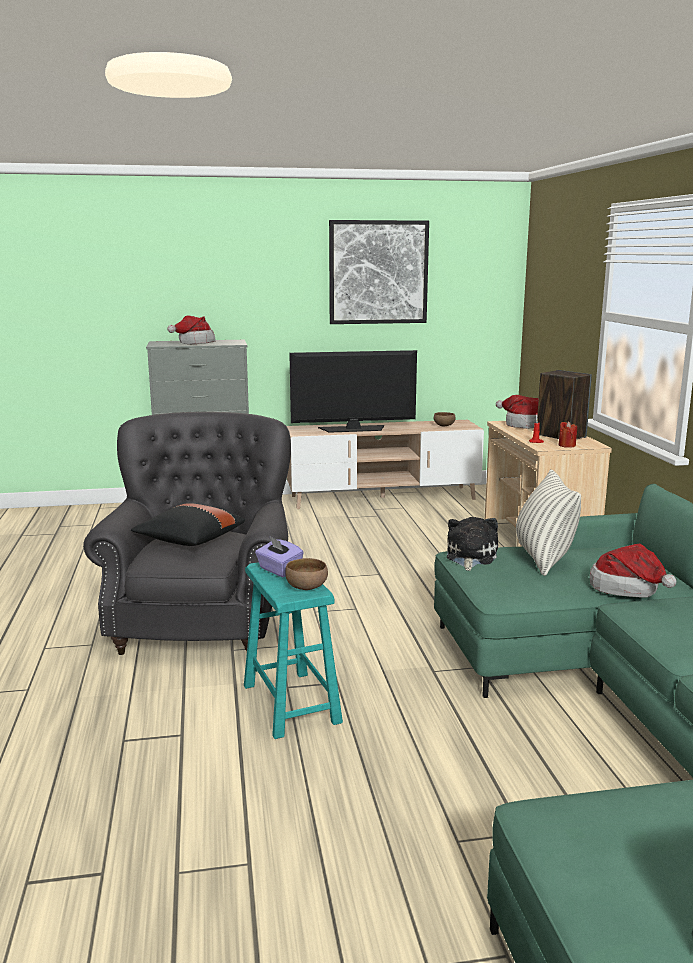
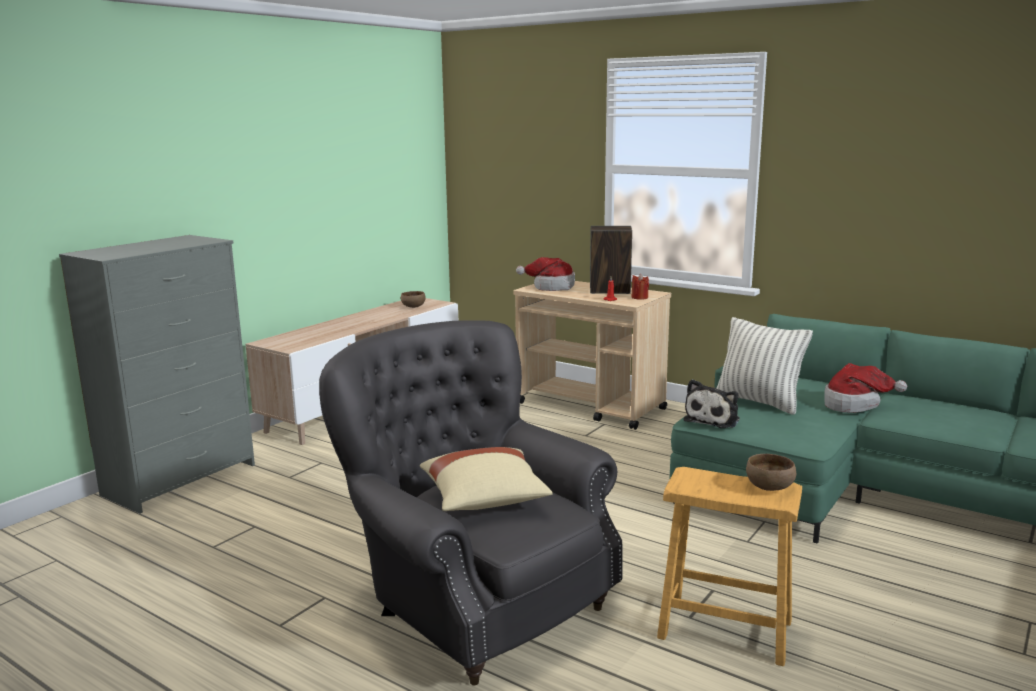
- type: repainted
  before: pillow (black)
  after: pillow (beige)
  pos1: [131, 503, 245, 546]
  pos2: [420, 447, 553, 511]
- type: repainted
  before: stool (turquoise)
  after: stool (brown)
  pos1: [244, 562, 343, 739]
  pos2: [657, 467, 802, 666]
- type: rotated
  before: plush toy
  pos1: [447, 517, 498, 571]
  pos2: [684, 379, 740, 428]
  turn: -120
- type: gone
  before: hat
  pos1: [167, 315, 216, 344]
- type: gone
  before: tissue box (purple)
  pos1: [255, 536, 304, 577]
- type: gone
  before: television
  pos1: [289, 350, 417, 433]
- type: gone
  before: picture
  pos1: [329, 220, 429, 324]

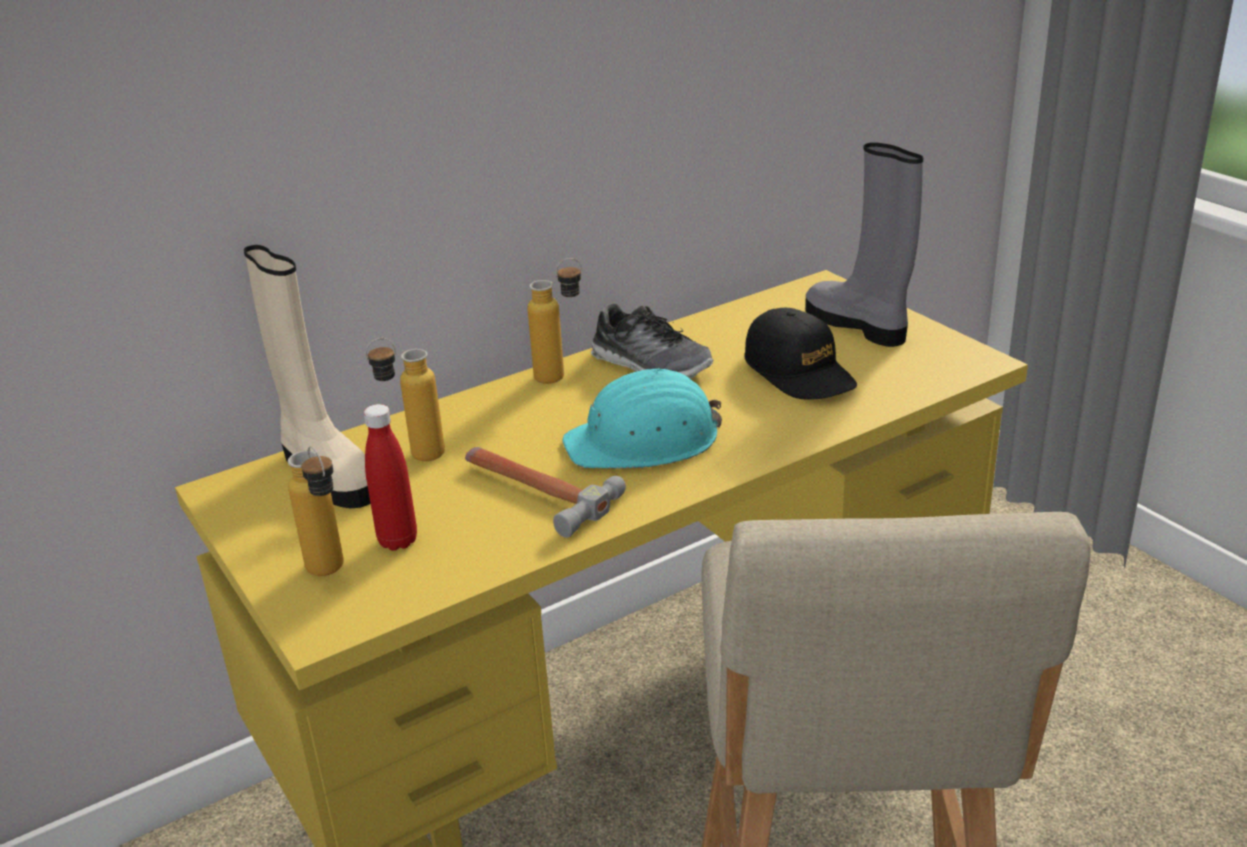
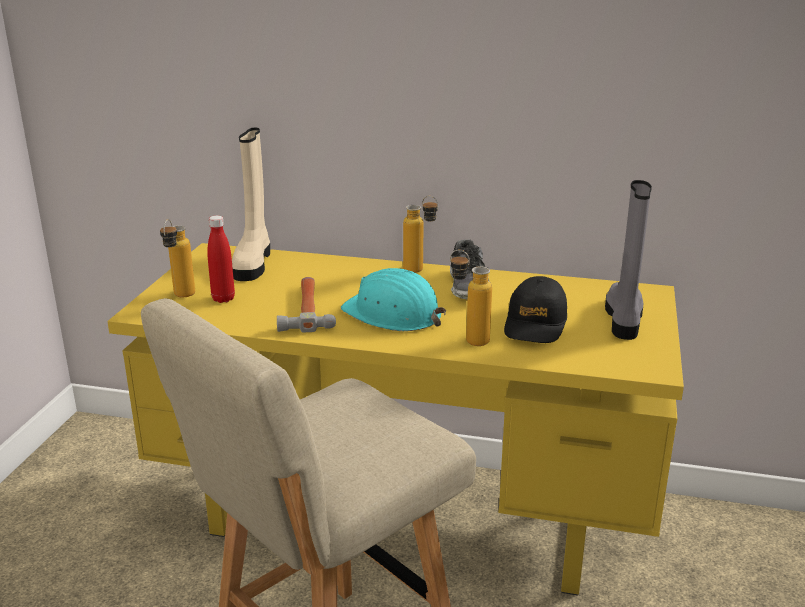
- type: shifted
  before: bottle
  pos1: [365, 338, 445, 461]
  pos2: [450, 250, 492, 346]

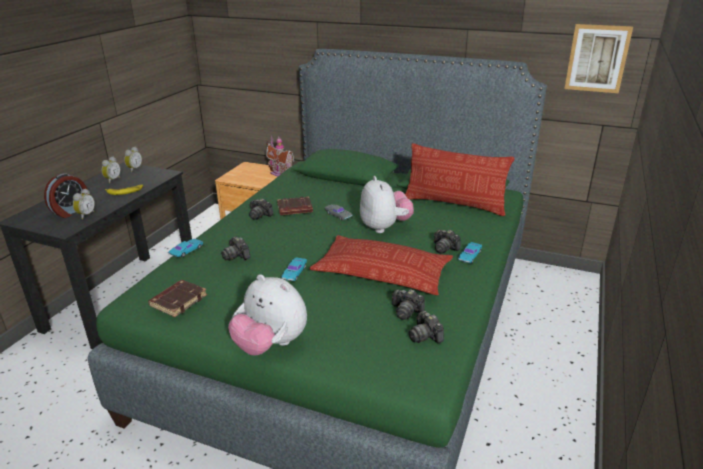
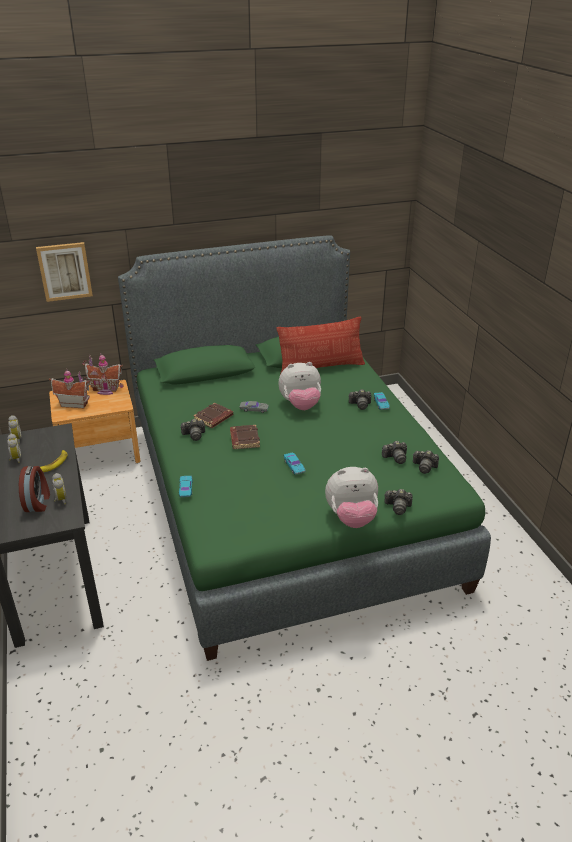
- type: shifted
  before: picture
  pos1: [564, 24, 633, 93]
  pos2: [36, 242, 93, 302]
- type: new
  after: toy house
  pos2: [49, 369, 90, 408]
- type: shifted
  before: book (brown)
  pos1: [148, 280, 207, 317]
  pos2: [230, 425, 260, 449]
- type: rotated
  before: plush toy
  pos1: [360, 176, 414, 233]
  pos2: [278, 362, 321, 410]
  turn: 135
- type: shifted
  before: photo camera
  pos1: [221, 236, 250, 261]
  pos2: [384, 489, 413, 515]
- type: gone
  before: pillow
  pos1: [309, 235, 453, 295]

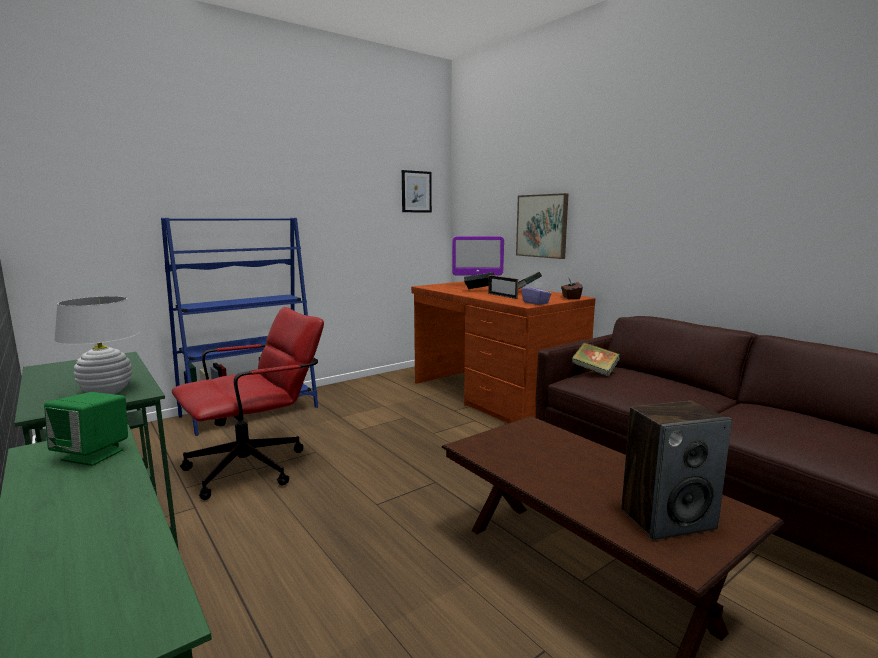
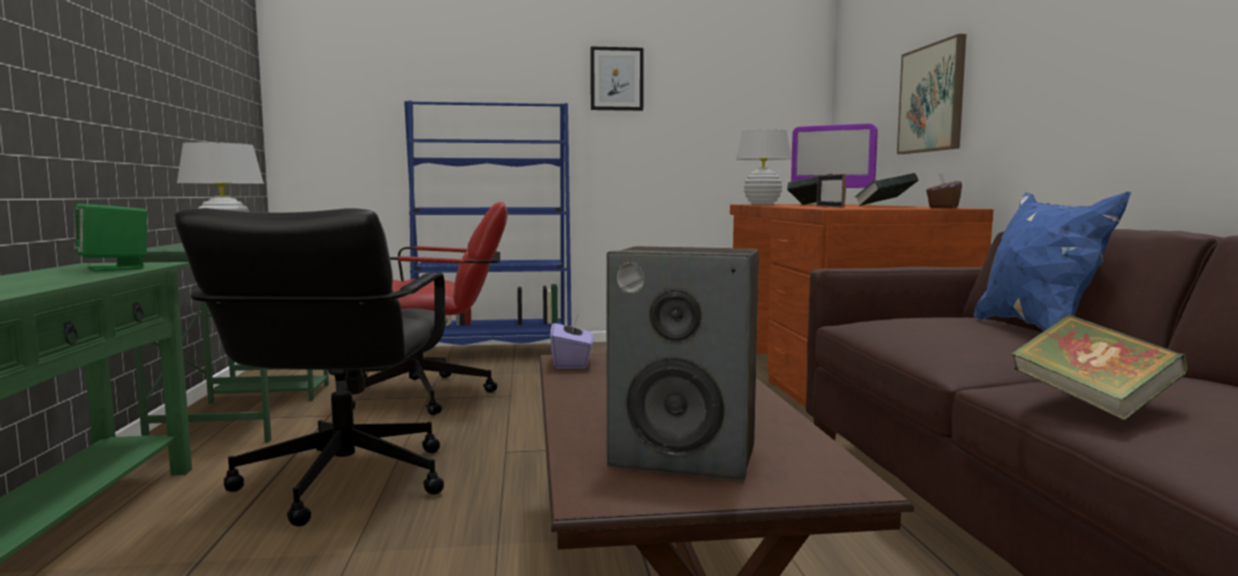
- type: new
  after: office chair (black)
  pos2: [174, 208, 448, 527]
- type: shifted
  before: tissue box (purple)
  pos1: [521, 281, 552, 305]
  pos2: [550, 313, 593, 369]
- type: shifted
  before: picture
  pos1: [402, 170, 432, 213]
  pos2: [590, 46, 644, 111]
- type: new
  after: table lamp (white)
  pos2: [736, 129, 792, 205]
- type: new
  after: pillow (blue)
  pos2: [974, 192, 1131, 331]
- type: shifted
  before: book
  pos1: [572, 342, 620, 377]
  pos2: [1012, 315, 1188, 421]

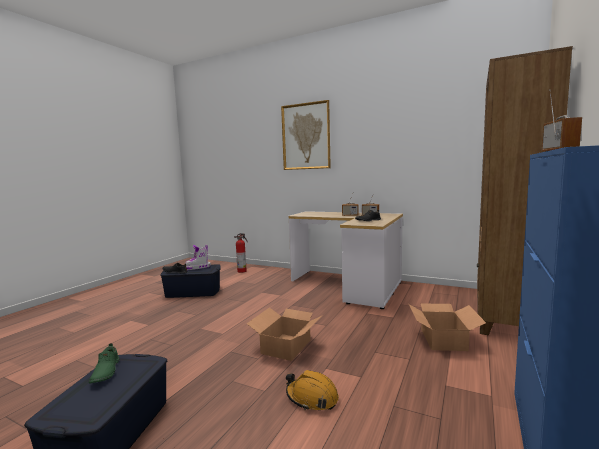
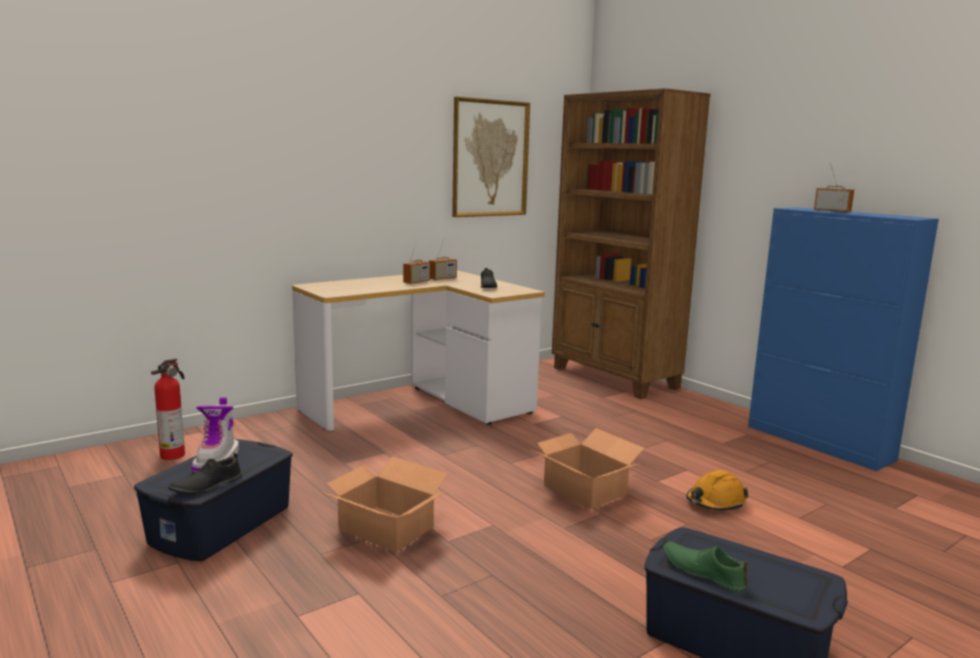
- type: shifted
  before: cardboard box
  pos1: [409, 304, 486, 351]
  pos2: [321, 456, 448, 552]
- type: shifted
  before: picture
  pos1: [281, 100, 331, 170]
  pos2: [452, 97, 530, 217]
- type: rotated
  before: shoe (green)
  pos1: [88, 343, 120, 383]
  pos2: [663, 542, 748, 592]
  turn: -150

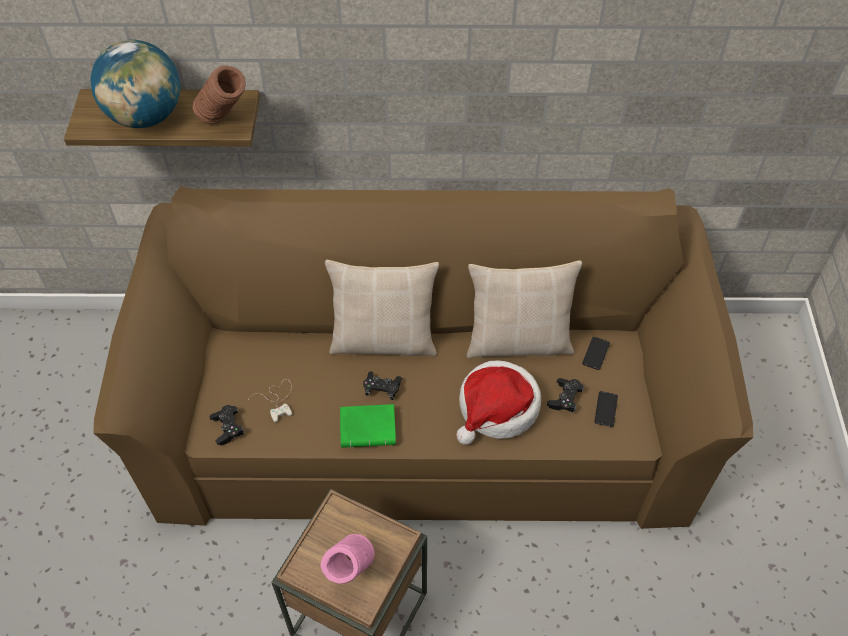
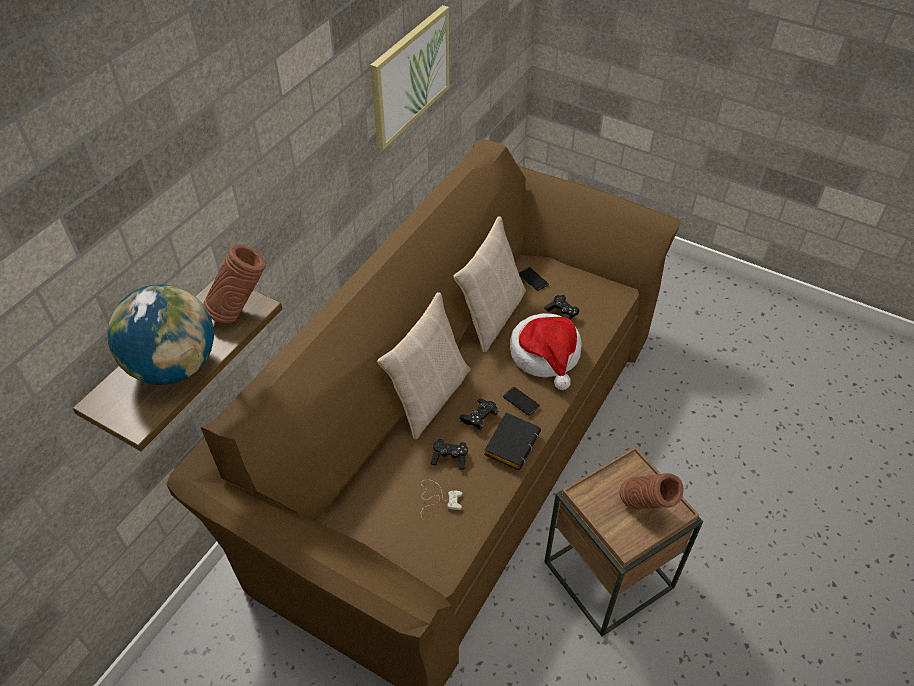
- type: new
  after: picture
  pos2: [370, 5, 449, 150]
- type: shifted
  before: game controller (black)
  pos1: [210, 405, 244, 445]
  pos2: [431, 439, 468, 470]
- type: repainted
  before: book (green)
  after: book (black)
  pos1: [340, 404, 396, 448]
  pos2: [484, 413, 541, 470]
- type: shifted
  before: phone
  pos1: [594, 391, 618, 427]
  pos2: [503, 387, 540, 416]
- type: repainted
  before: vase (pink)
  after: vase (brown)
  pos1: [321, 534, 375, 584]
  pos2: [620, 473, 684, 509]

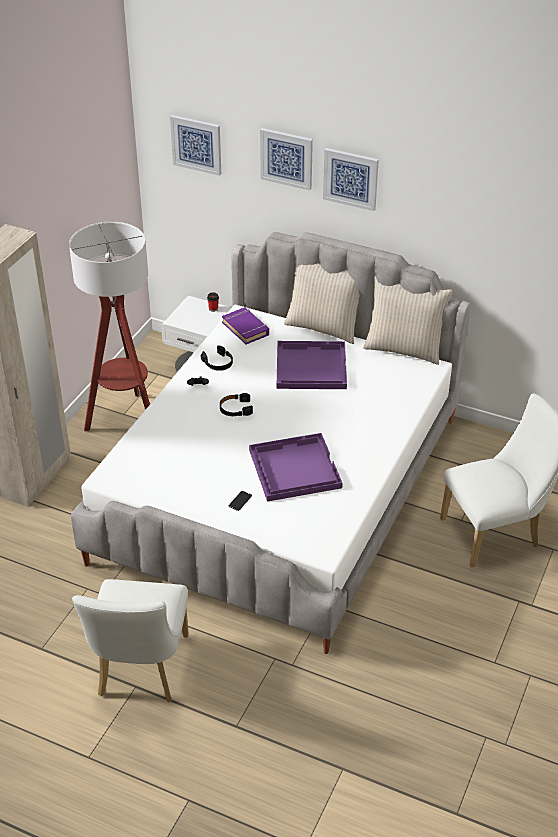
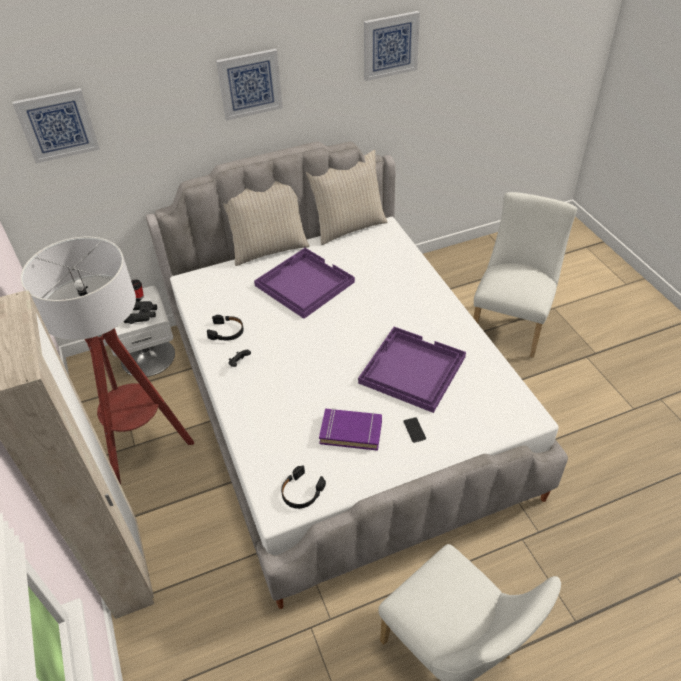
- type: new
  after: binoculars (black)
  pos2: [124, 298, 157, 324]
- type: shifted
  before: headphones (black)
  pos1: [220, 393, 253, 416]
  pos2: [281, 465, 326, 509]
- type: shifted
  before: book (purple)
  pos1: [222, 307, 269, 344]
  pos2: [319, 408, 382, 451]
- type: shifted
  before: picture
  pos1: [260, 128, 313, 191]
  pos2: [364, 11, 420, 81]

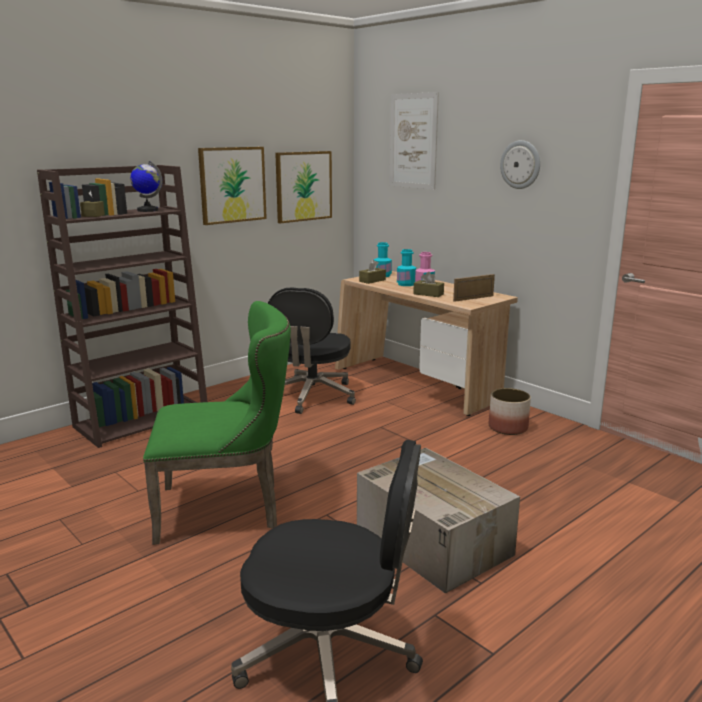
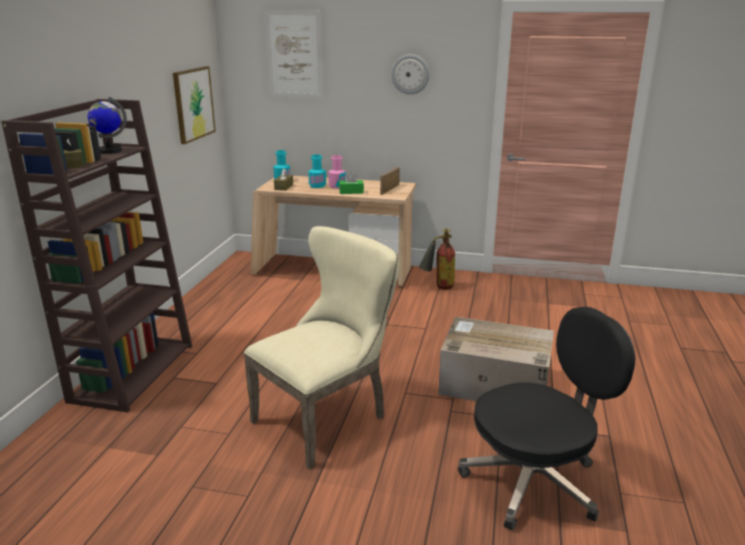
- type: repainted
  before: chair (green)
  after: chair (beige)
  pos1: [143, 301, 291, 545]
  pos2: [244, 226, 399, 469]
- type: repainted
  before: tissue box (brown)
  after: tissue box (green)
  pos1: [413, 272, 444, 297]
  pos2: [339, 173, 364, 194]
- type: swapped
  before: planter
  after: fire extinguisher
  pos1: [489, 388, 531, 435]
  pos2: [419, 229, 455, 290]
- type: gone
  before: picture
  pos1: [198, 147, 267, 225]
- type: gone
  before: office chair (black)
  pos1: [268, 287, 356, 414]

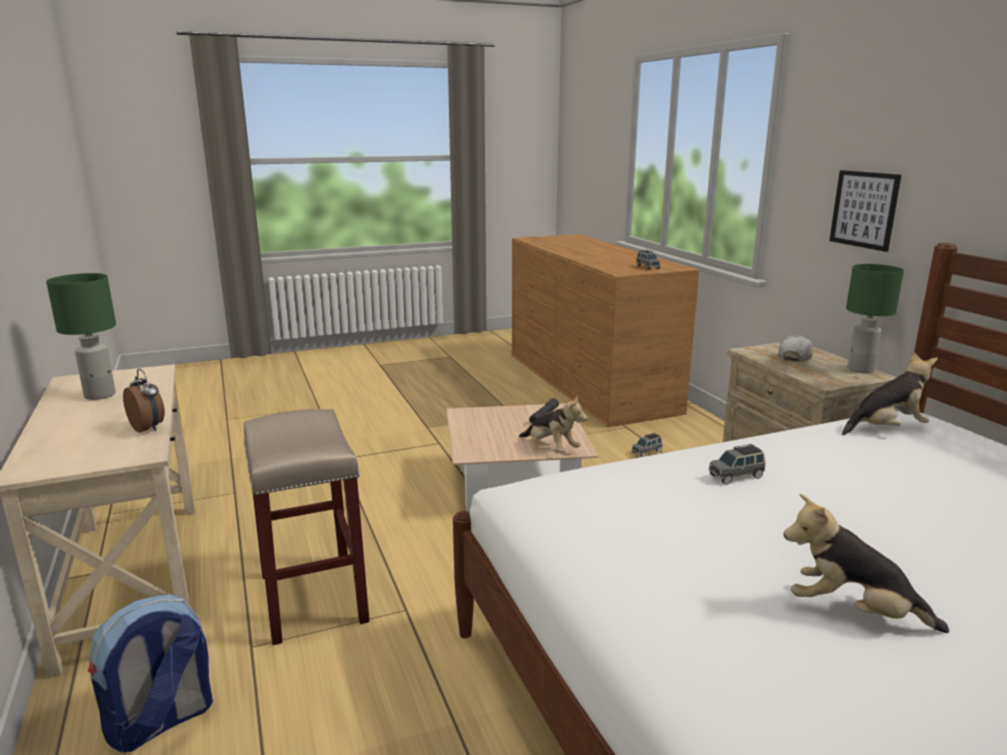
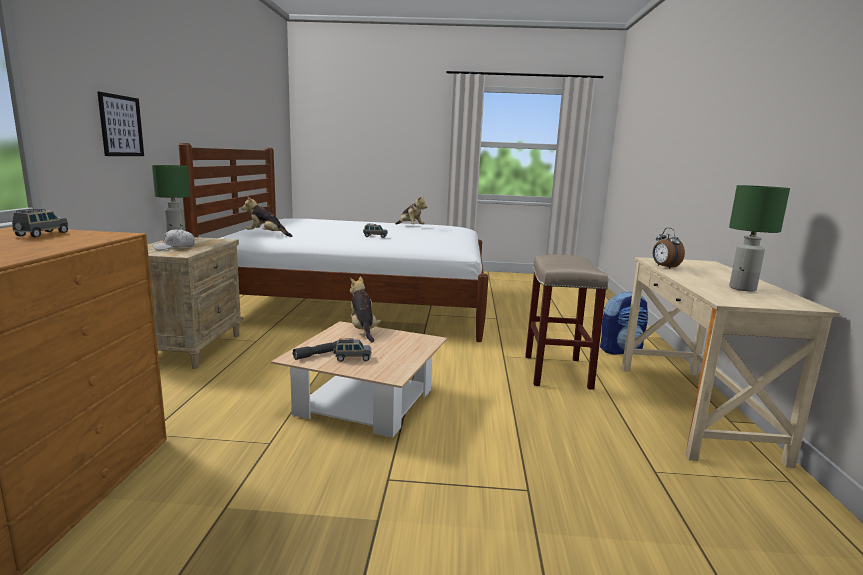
- type: shifted
  before: toy car (grey)
  pos1: [632, 433, 662, 457]
  pos2: [334, 338, 371, 362]

